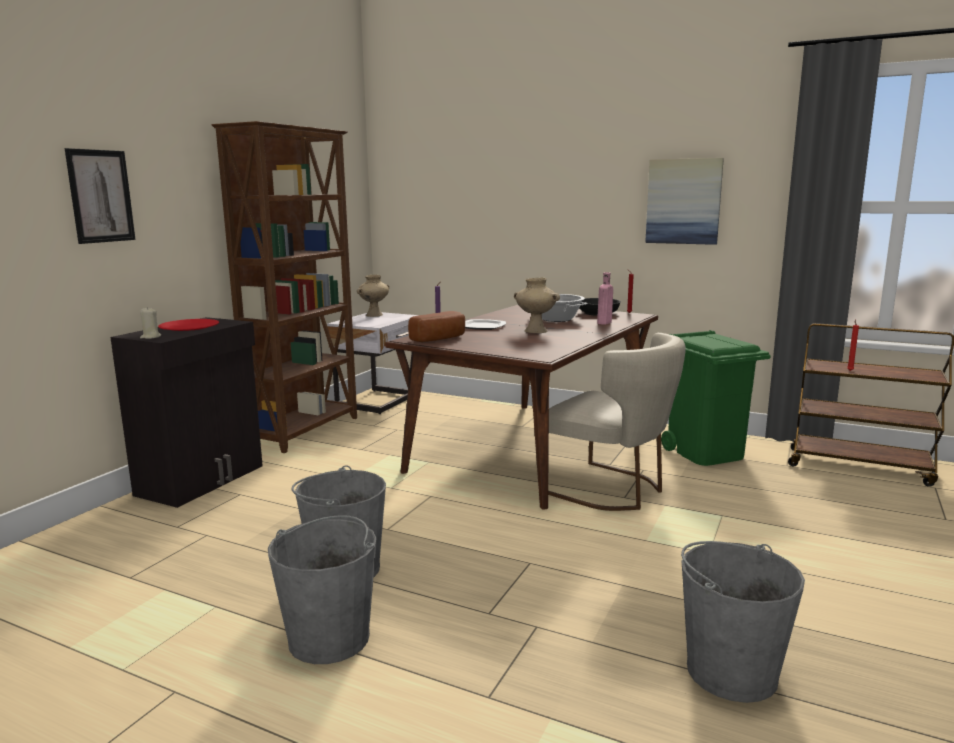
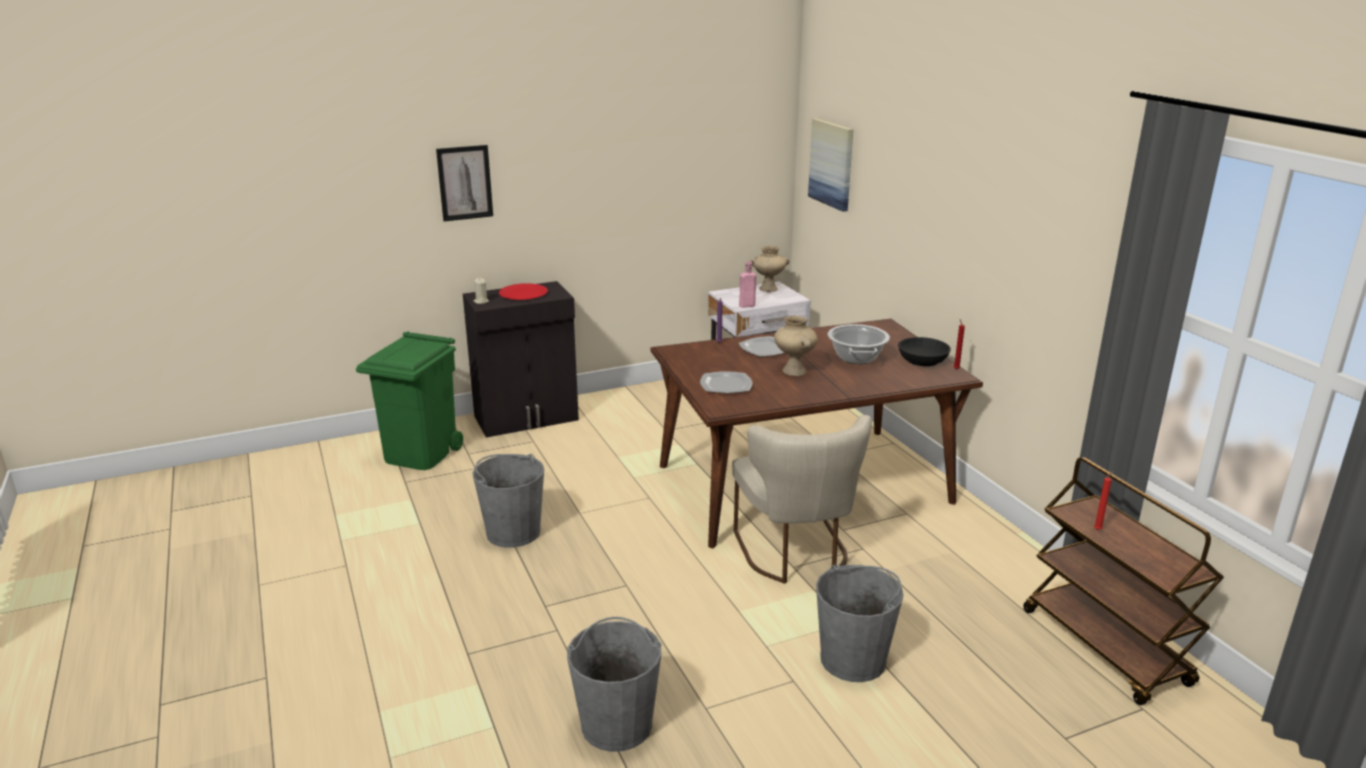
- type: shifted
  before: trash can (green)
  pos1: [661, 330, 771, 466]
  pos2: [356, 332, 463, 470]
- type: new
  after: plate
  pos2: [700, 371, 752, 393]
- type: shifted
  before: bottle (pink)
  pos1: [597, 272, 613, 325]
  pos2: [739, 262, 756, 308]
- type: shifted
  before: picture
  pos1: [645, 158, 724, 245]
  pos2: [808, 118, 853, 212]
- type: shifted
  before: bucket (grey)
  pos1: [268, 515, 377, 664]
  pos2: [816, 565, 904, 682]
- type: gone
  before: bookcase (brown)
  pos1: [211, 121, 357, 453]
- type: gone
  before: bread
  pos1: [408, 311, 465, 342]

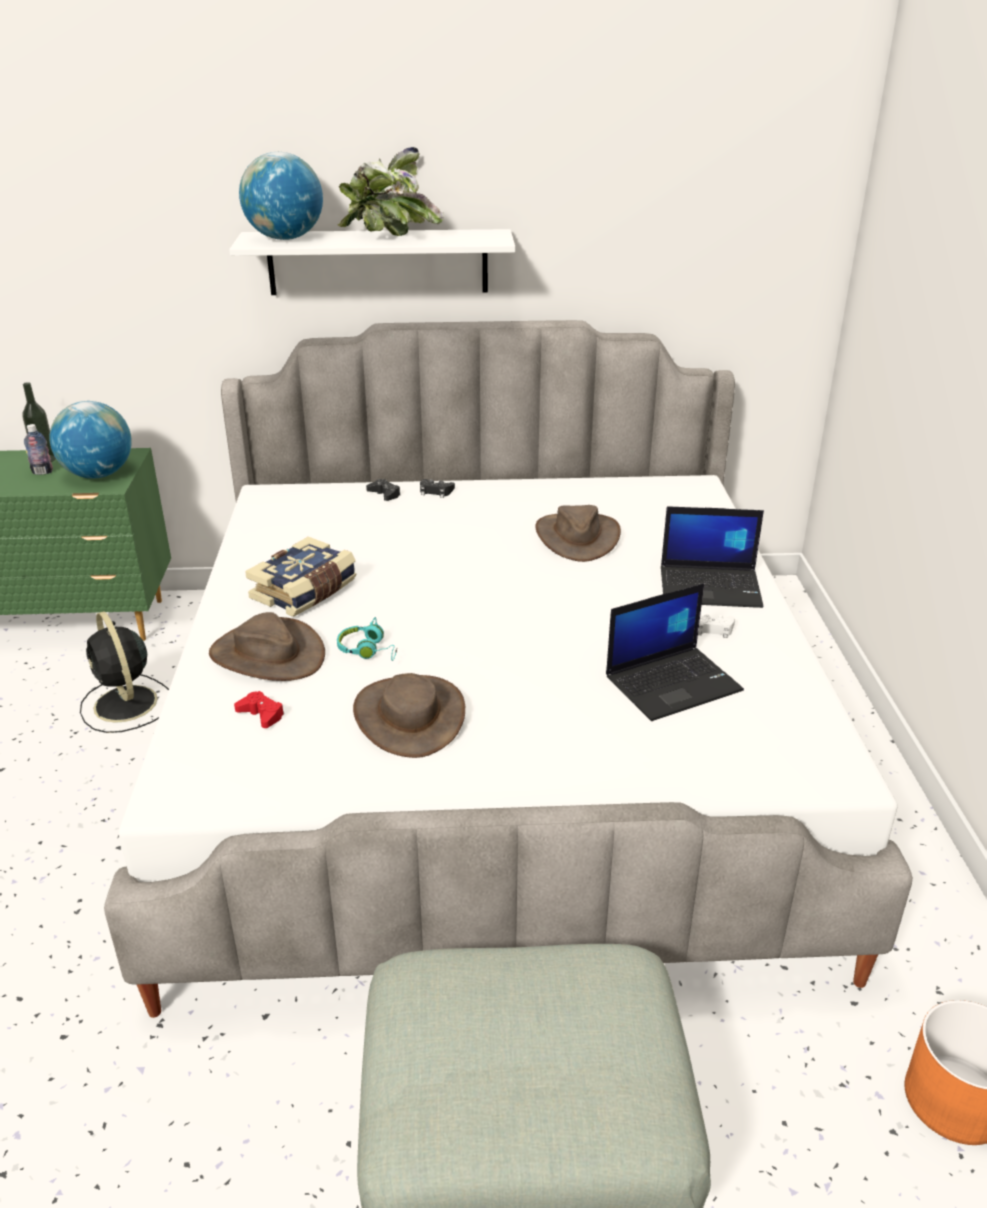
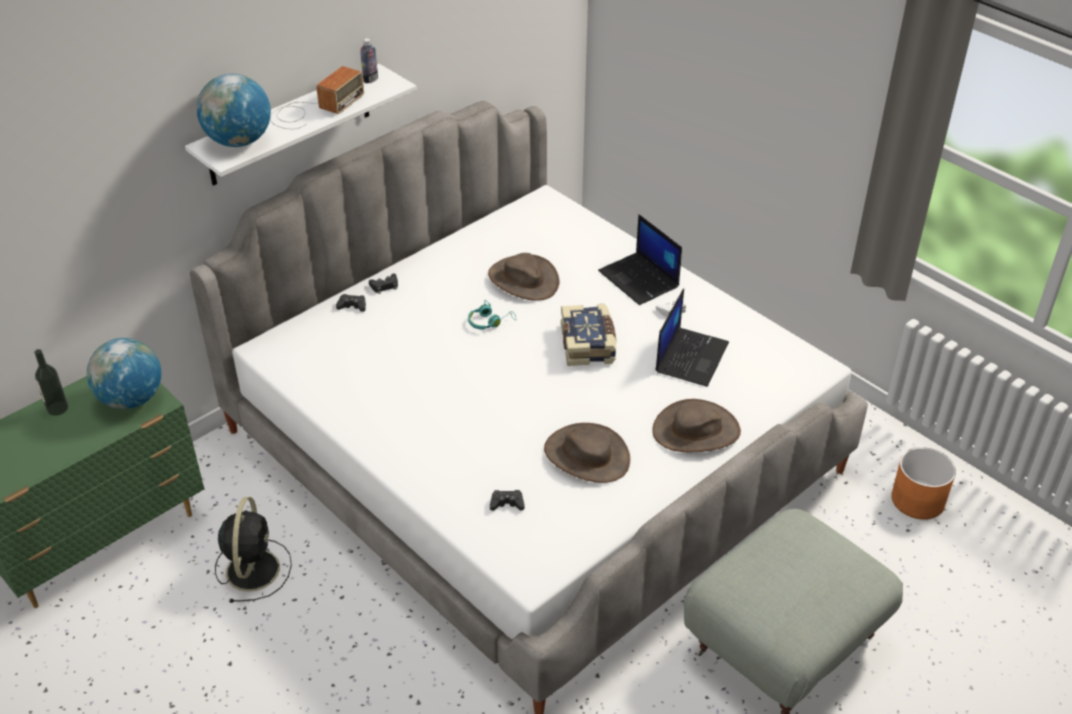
- type: rotated
  before: fan (black)
  pos1: [80, 611, 169, 733]
  pos2: [215, 497, 292, 603]
  turn: -105
- type: swapped
  before: potted plant
  after: radio
  pos1: [338, 147, 444, 236]
  pos2: [270, 66, 364, 129]
- type: shifted
  before: bottle
  pos1: [24, 424, 53, 475]
  pos2: [361, 38, 378, 84]
- type: shifted
  before: headphones (turquoise)
  pos1: [337, 617, 397, 661]
  pos2: [468, 300, 516, 329]
- type: repainted
  before: game controller (red)
  after: game controller (black)
  pos1: [234, 691, 284, 728]
  pos2: [490, 490, 525, 511]
- type: shifted
  before: book
  pos1: [245, 536, 356, 617]
  pos2: [561, 304, 616, 366]
- type: rotated
  before: laptop
  pos1: [661, 506, 764, 608]
  pos2: [598, 214, 682, 305]
  turn: 90
- type: shifted
  before: hat (brown)
  pos1: [209, 612, 325, 681]
  pos2: [652, 399, 741, 452]

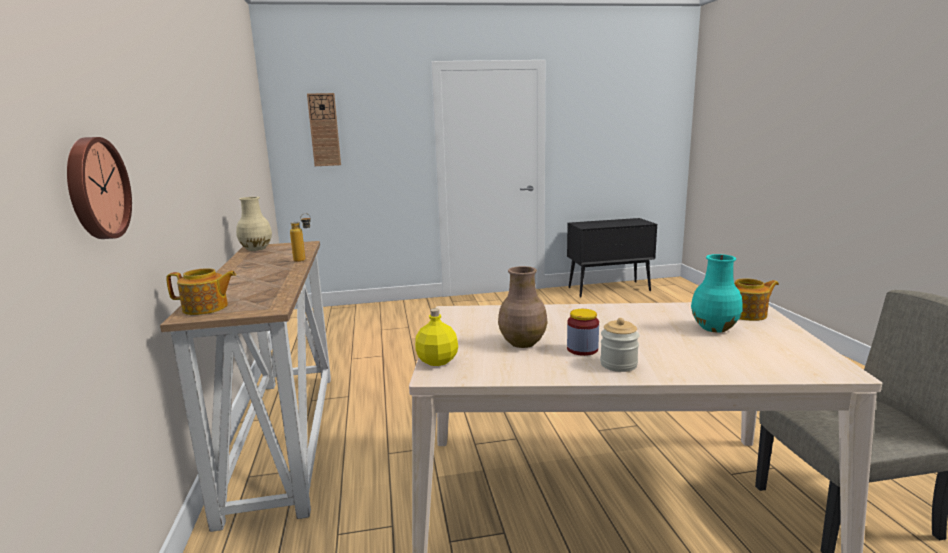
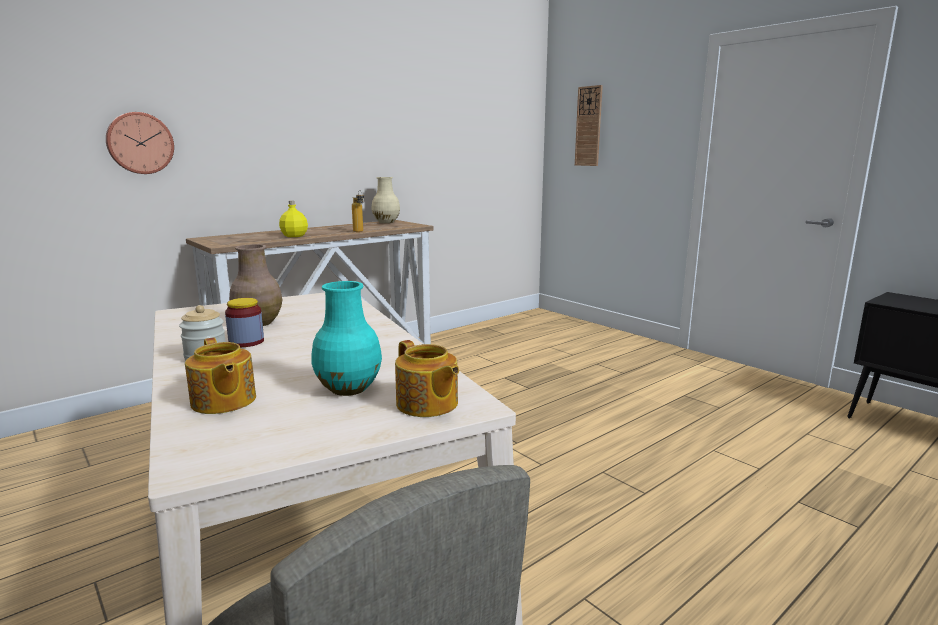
- type: shifted
  before: teapot
  pos1: [166, 268, 236, 315]
  pos2: [185, 338, 256, 414]
- type: shifted
  before: bottle (yellow)
  pos1: [415, 308, 458, 366]
  pos2: [279, 201, 308, 237]

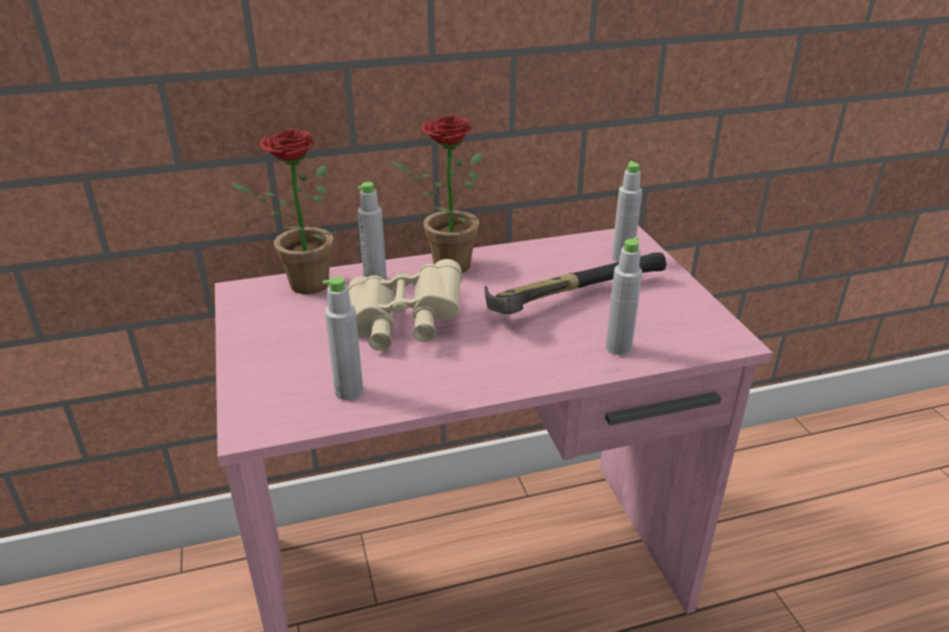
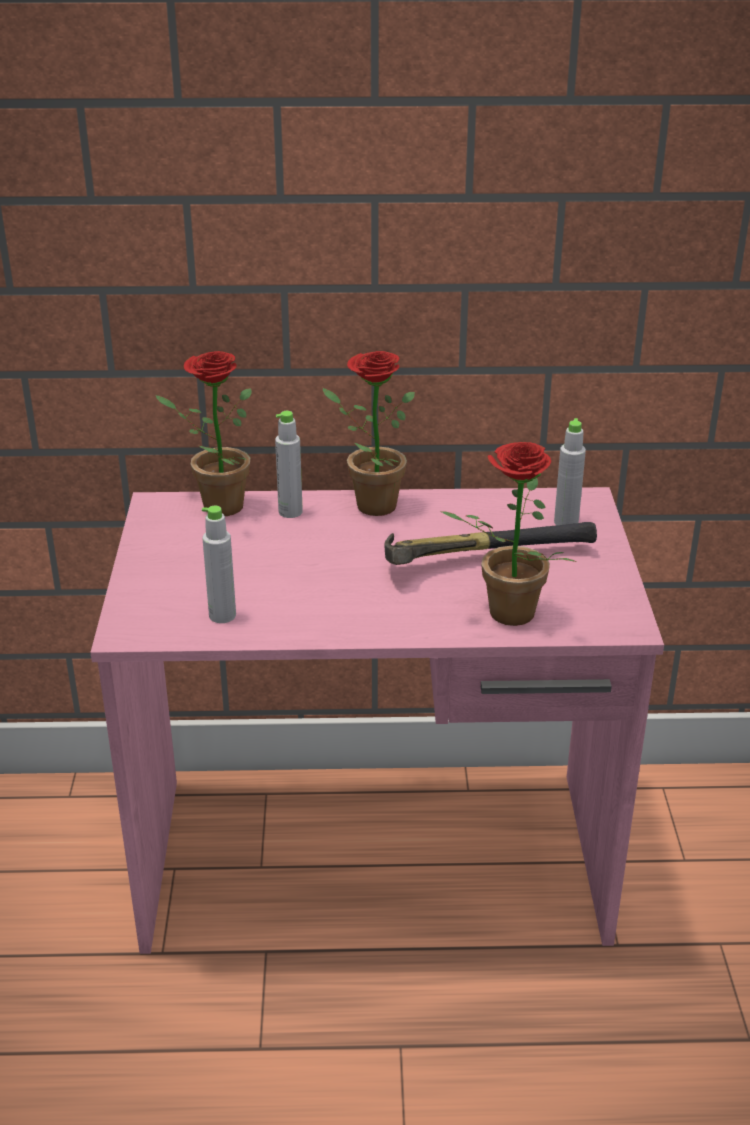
- type: swapped
  before: bottle (grey)
  after: potted plant
  pos1: [606, 237, 642, 355]
  pos2: [440, 442, 576, 626]
- type: gone
  before: binoculars (beige)
  pos1: [348, 259, 462, 351]

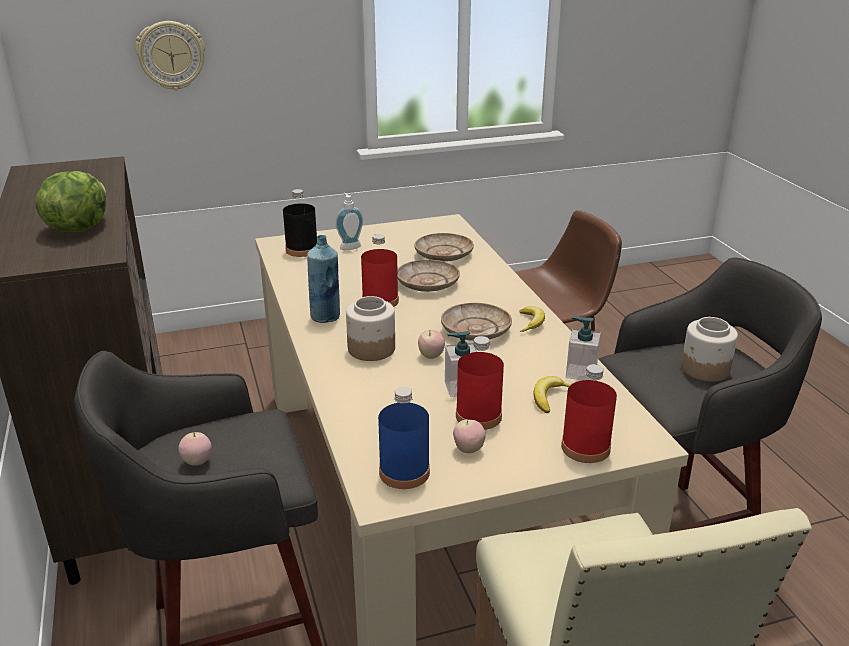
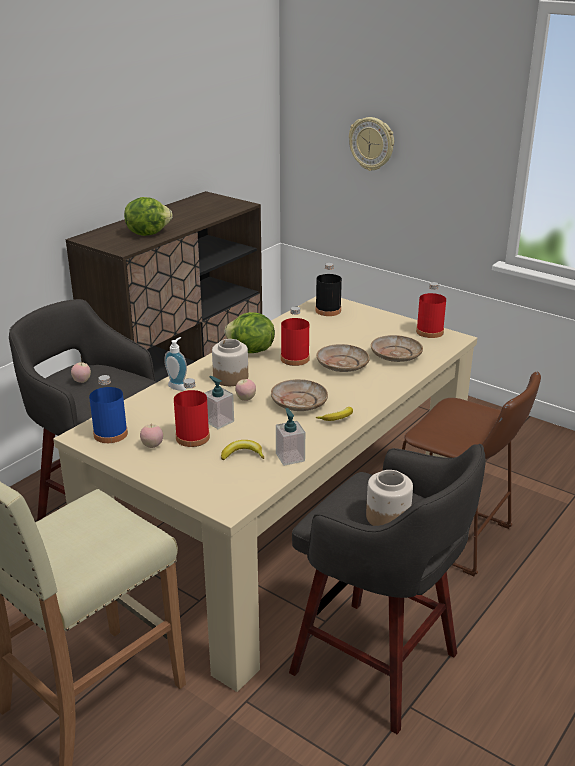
- type: shifted
  before: soap dispenser
  pos1: [336, 193, 363, 250]
  pos2: [164, 337, 187, 391]
- type: swapped
  before: bottle (blue)
  after: lettuce
  pos1: [307, 235, 340, 323]
  pos2: [225, 312, 275, 353]
- type: shifted
  before: bottle (red)
  pos1: [561, 364, 617, 463]
  pos2: [416, 282, 446, 338]

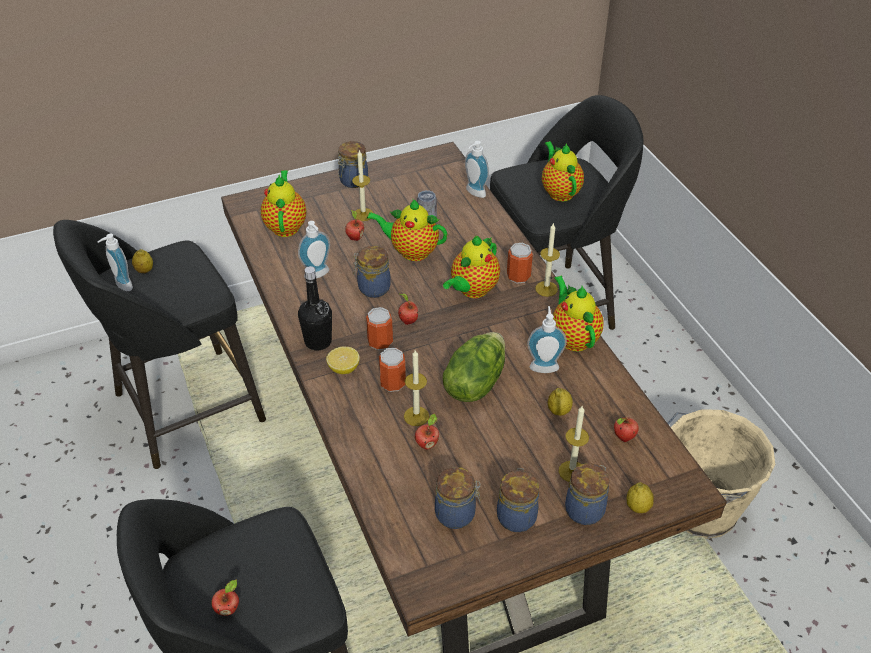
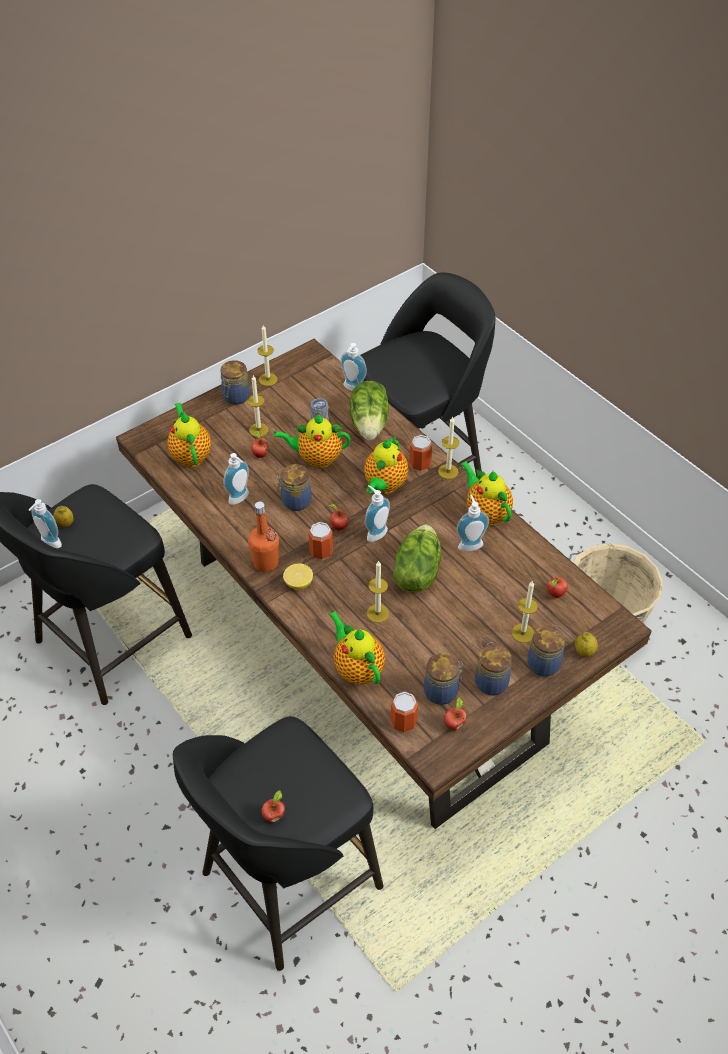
- type: repainted
  before: bottle (black)
  after: bottle (orange)
  pos1: [298, 266, 332, 351]
  pos2: [248, 501, 279, 572]
- type: new
  after: candle
  pos2: [257, 325, 278, 386]
- type: shifted
  before: teapot
  pos1: [542, 141, 584, 202]
  pos2: [328, 611, 385, 685]
- type: new
  after: lettuce
  pos2: [350, 381, 389, 440]
- type: new
  after: soap dispenser
  pos2: [365, 485, 390, 542]
- type: shifted
  before: can
  pos1: [379, 348, 406, 392]
  pos2: [391, 692, 418, 732]
- type: shifted
  before: apple
  pos1: [415, 414, 439, 449]
  pos2: [444, 697, 467, 730]
- type: gone
  before: lemon
  pos1: [548, 388, 573, 416]

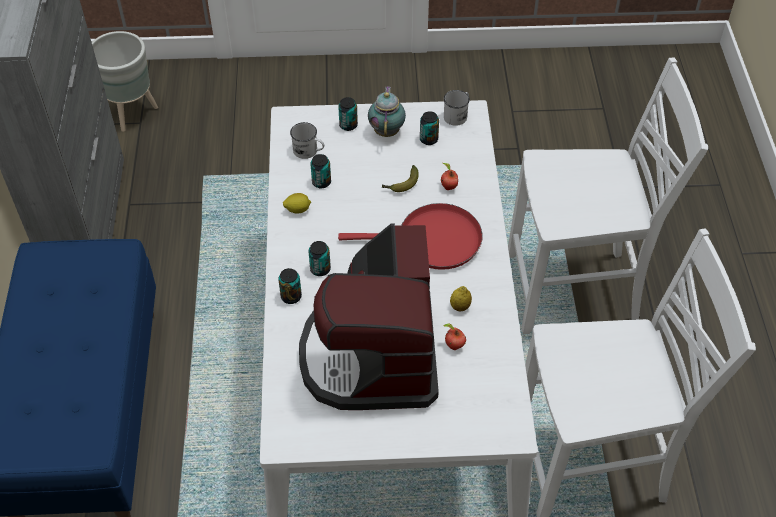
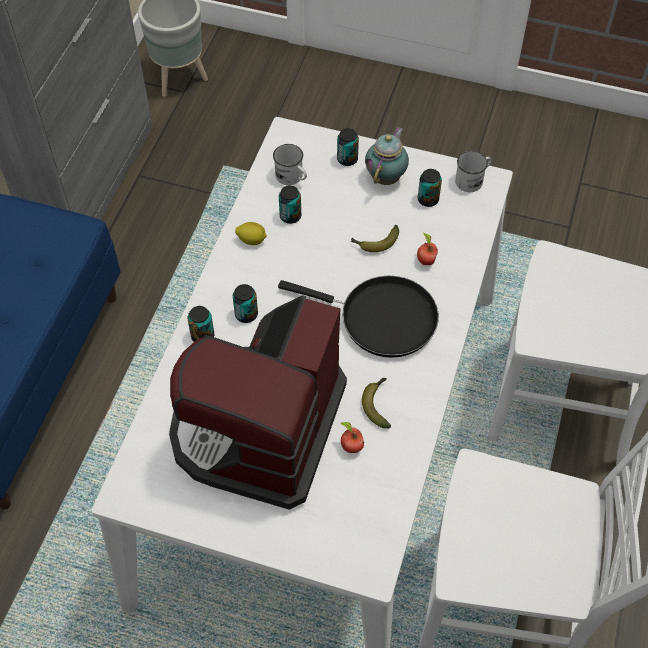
- type: repainted
  before: frying pan (red)
  after: frying pan (black)
  pos1: [338, 203, 483, 270]
  pos2: [278, 276, 439, 358]
- type: swapped
  before: lemon
  after: banana
  pos1: [450, 286, 472, 312]
  pos2: [362, 378, 391, 429]

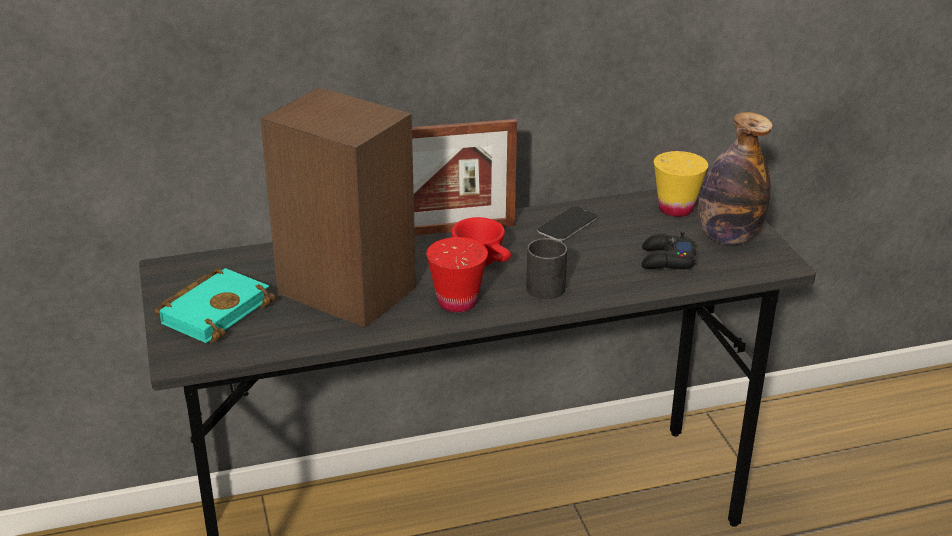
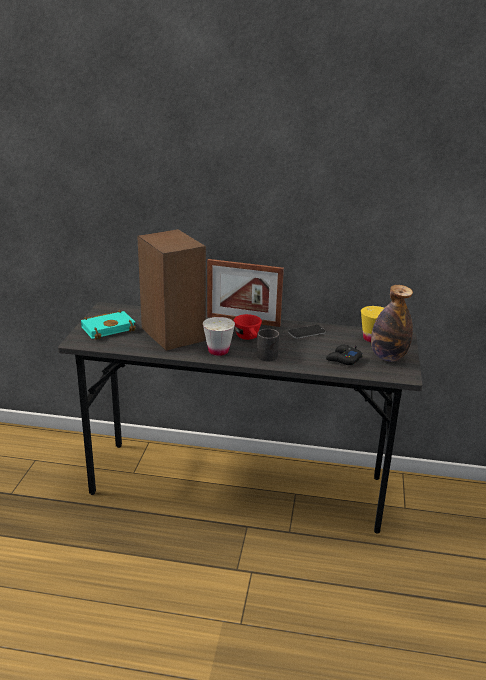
- type: repainted
  before: cup (red)
  after: cup (white)
  pos1: [426, 237, 488, 312]
  pos2: [203, 317, 235, 356]

